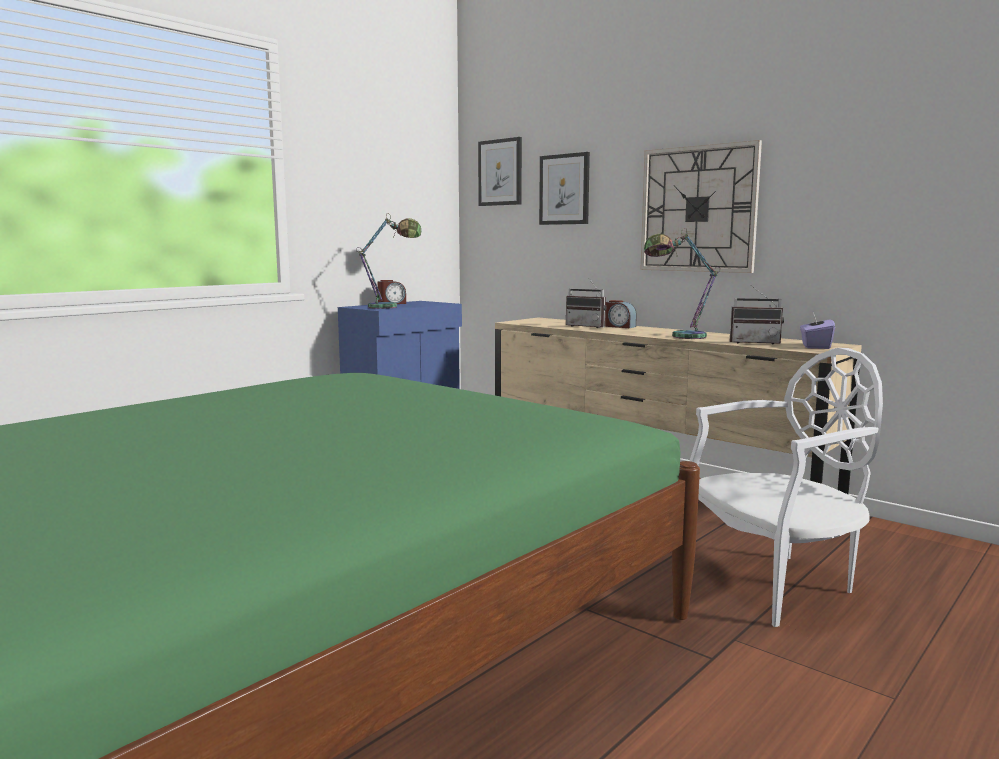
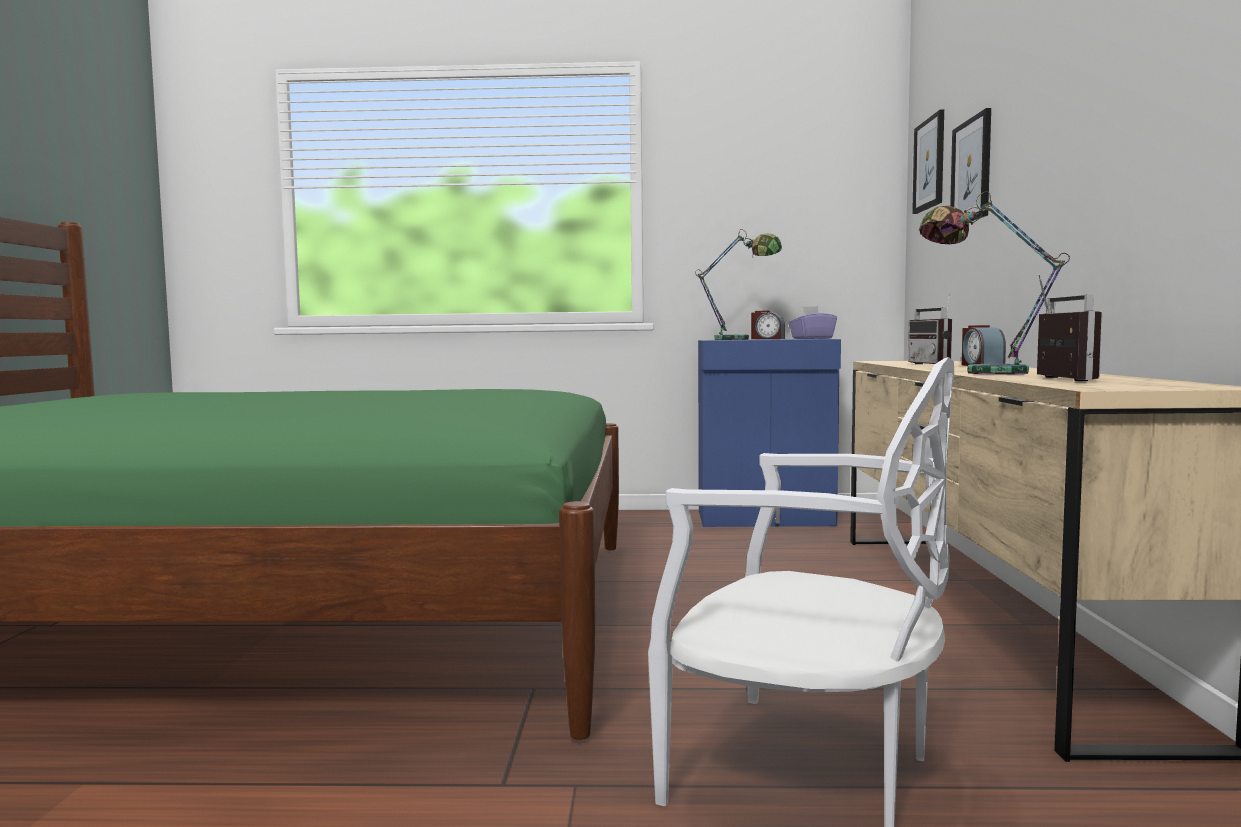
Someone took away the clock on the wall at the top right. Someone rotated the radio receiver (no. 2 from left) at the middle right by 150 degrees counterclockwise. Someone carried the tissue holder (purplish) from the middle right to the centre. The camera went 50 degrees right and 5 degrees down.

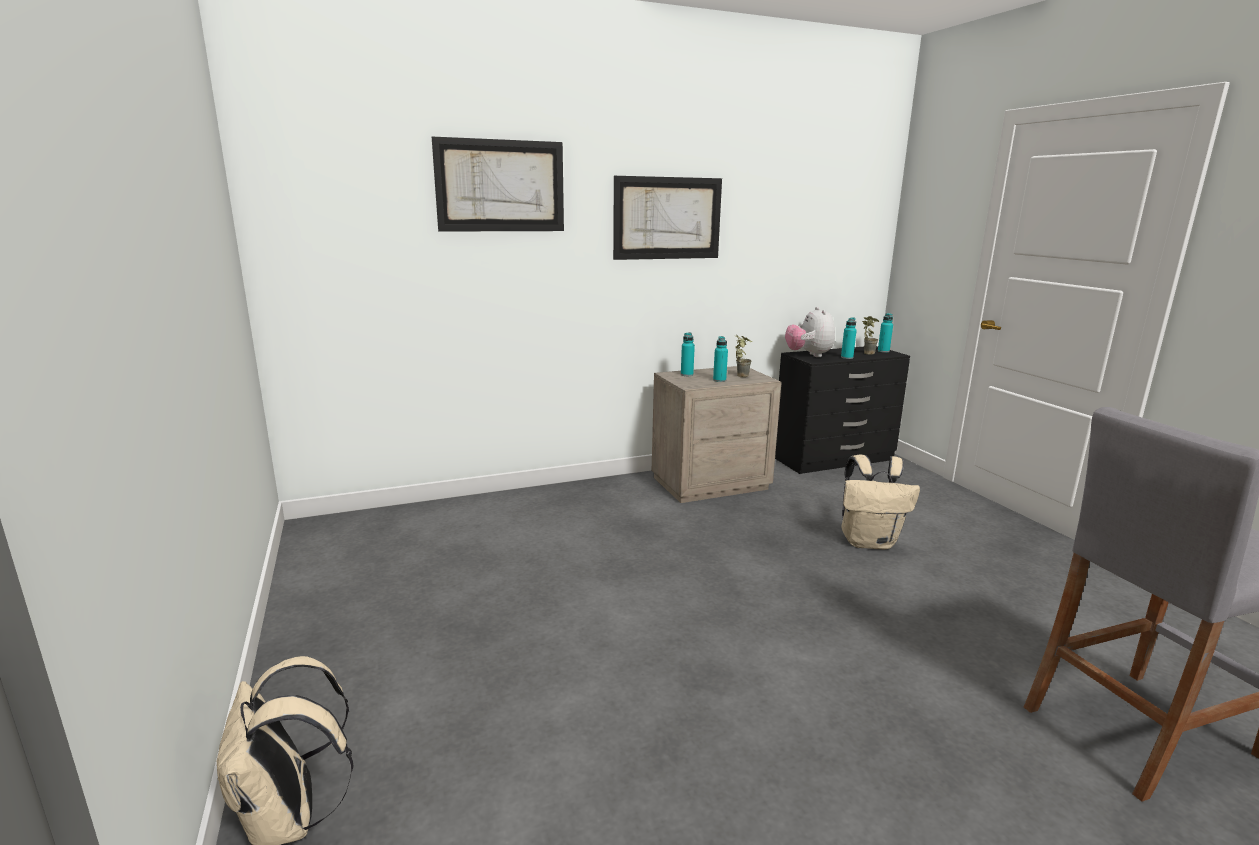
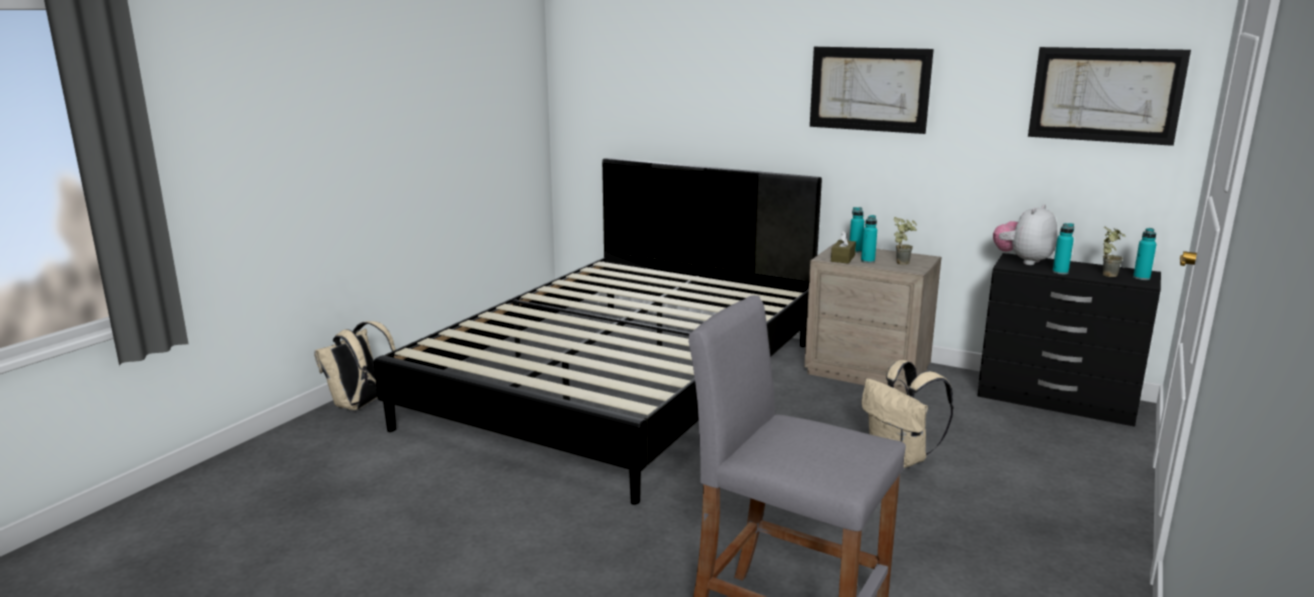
Someone carried the wall picture (no. 1 from left in the first image) from the top centre to the top right. Someone put down the bed (black-coloured) at the centre. Someone put down the tissue holder (brownish) at the centre. The camera went 50 degrees right and 0 degrees up.

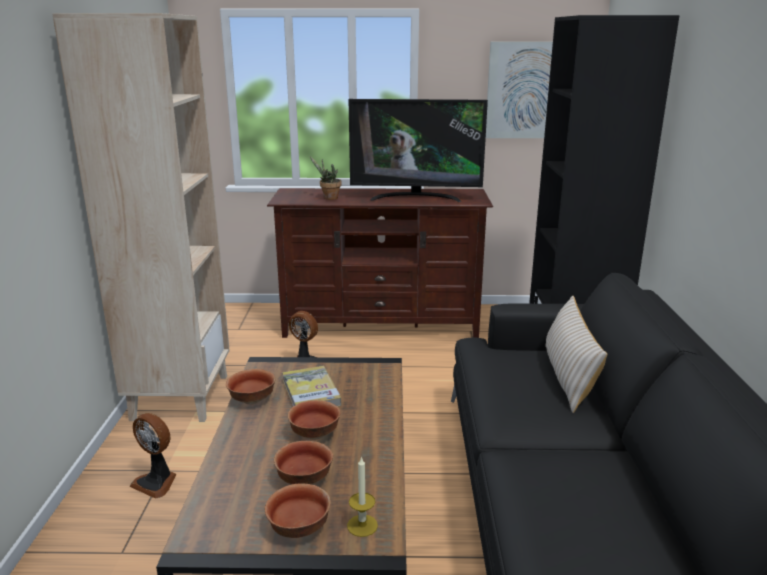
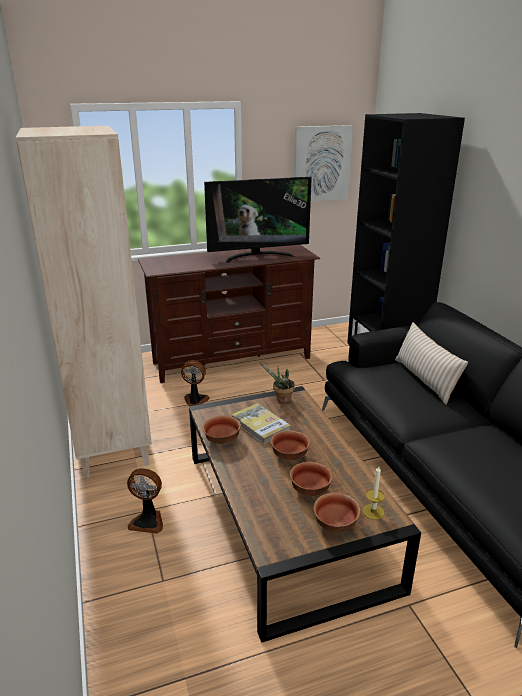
Someone carried the plant in a pot from the top centre to the centre. The camera went 20 degrees left and 5 degrees up.

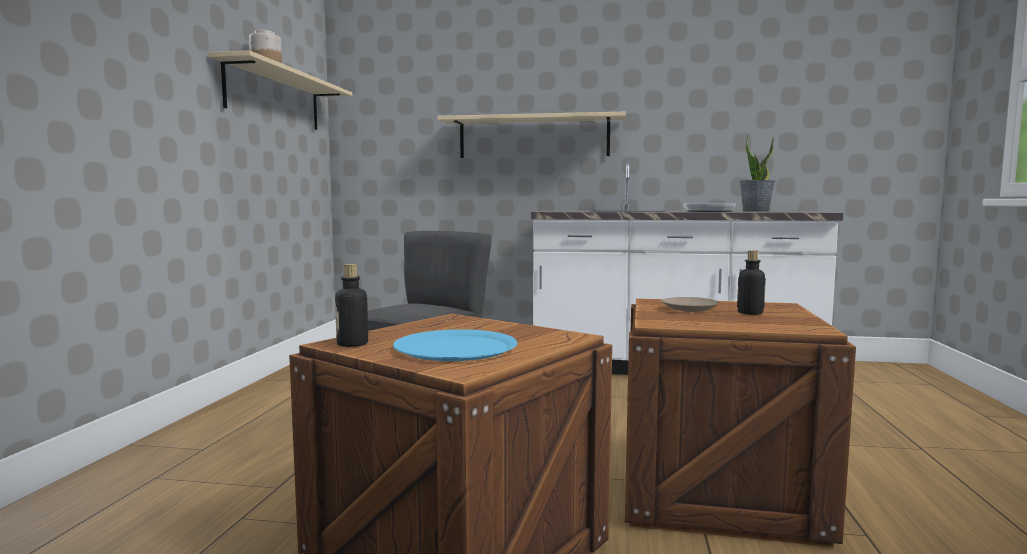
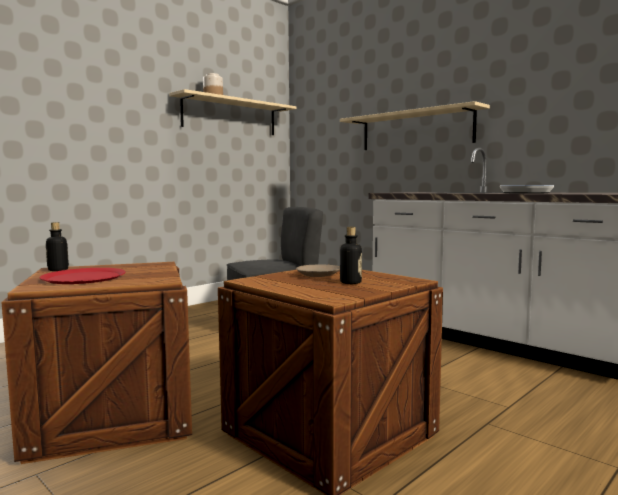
Someone repainted the flat dish (bluish) at the centre, which became the flat dish (red) at the middle left. Someone took away the plant in a pot at the top right. The camera went 35 degrees right and 0 degrees up.

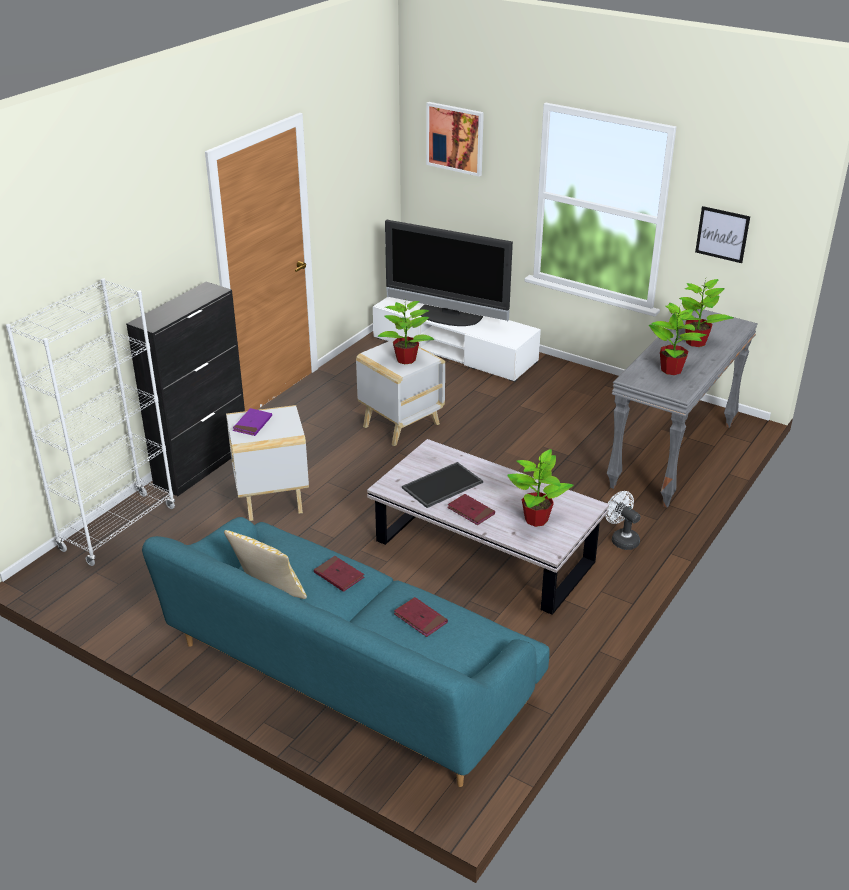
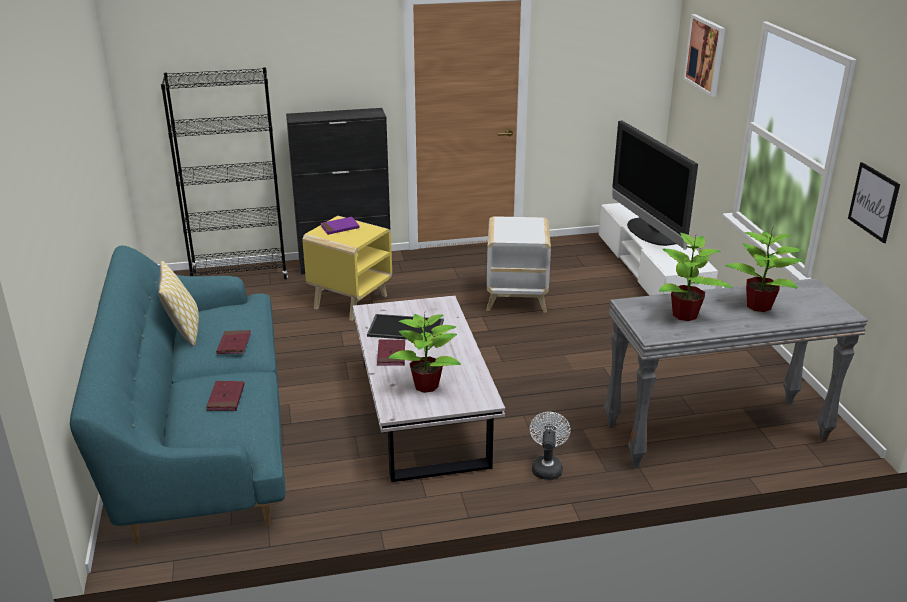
Someone repainted the bookcase (white) at the middle left, which became the bookcase (black-coloured) at the top left. Someone repainted the end table (white) (no. 1 from left) at the middle left, which became the end table (yellow) at the centre. Someone took away the plant in a pot (no. 1 from left) at the centre. The camera went 45 degrees right and 5 degrees down.

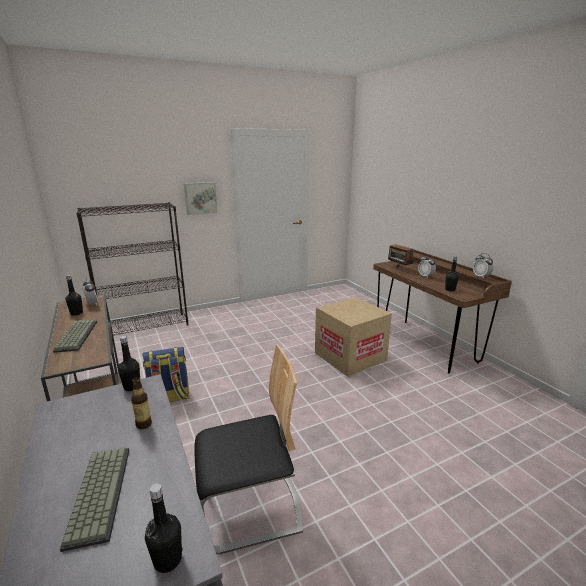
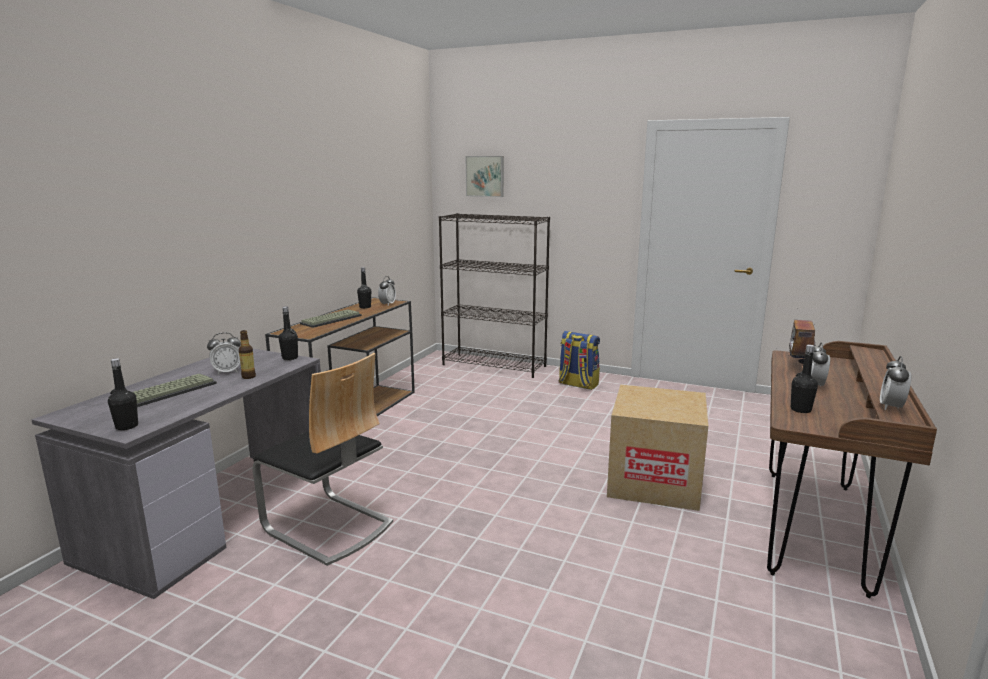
Someone carried the knapsack from the middle left to the centre. Someone carried the wall picture from the centre to the top centre. Someone put down the table clock (no. 1 from left) at the middle left. The camera went 50 degrees right and 5 degrees down.

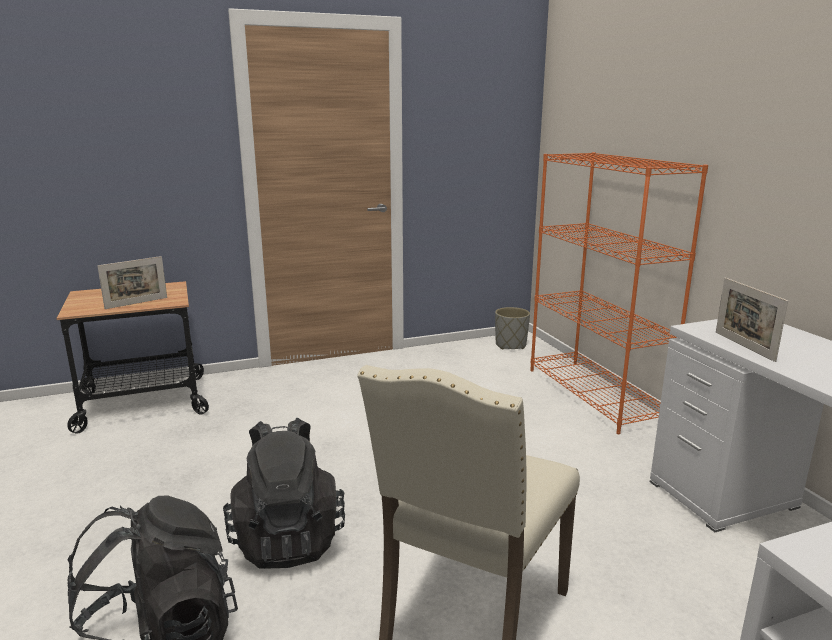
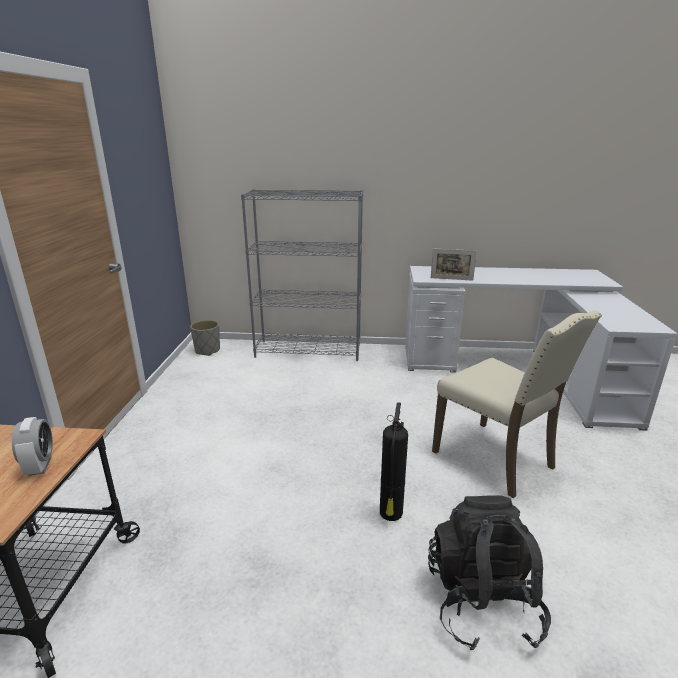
Someone swapped the picture frame (no. 1 from left) at the middle left for the table clock at the middle left. Someone swapped the knapsack (black-coloured) (no. 2 from left) at the bottom centre for the extinguisher at the bottom centre. Someone repainted the bookcase (orangey) at the middle right, which became the bookcase (grey) at the centre. The camera went 65 degrees left and 5 degrees up.

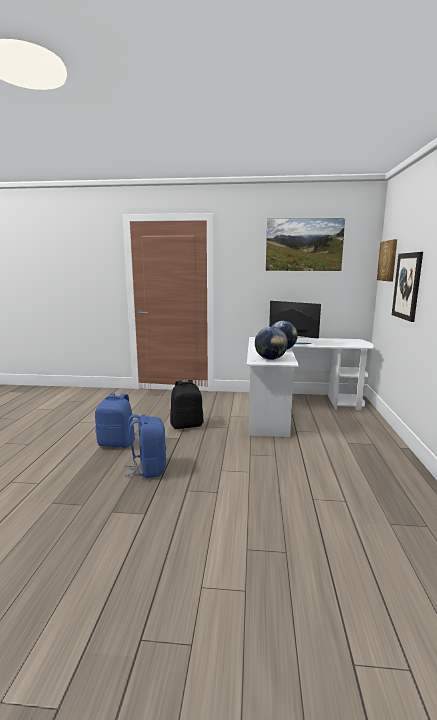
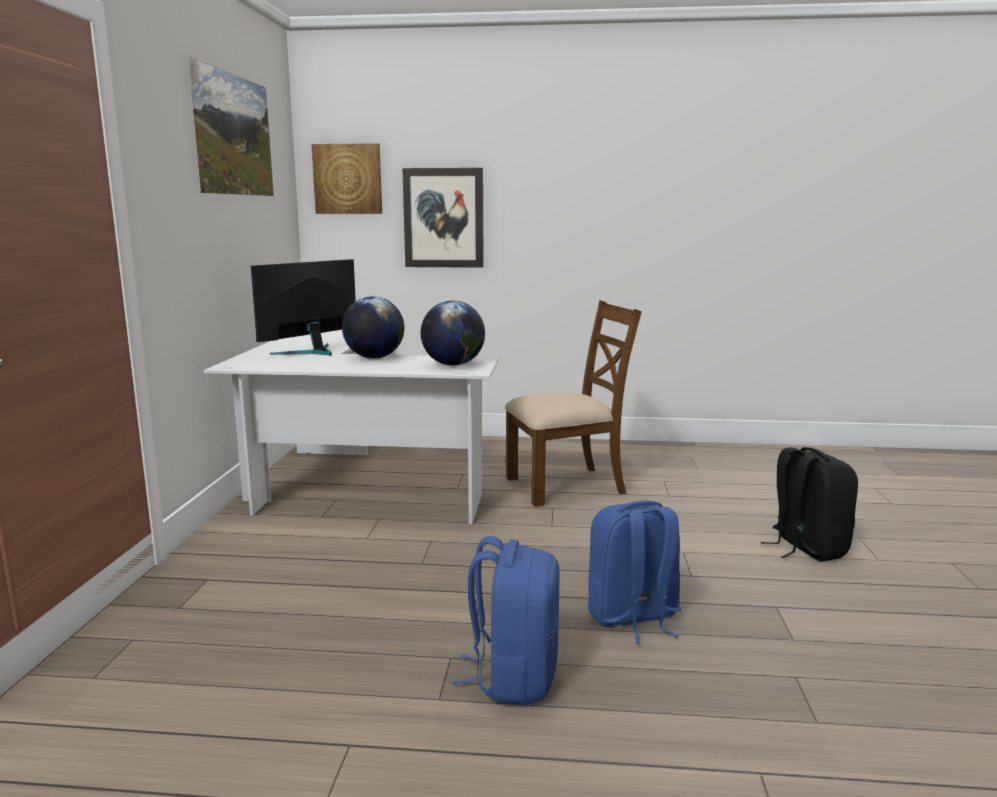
Someone carried the knapsack (black-coloured) from the centre to the middle right. Someone put down the chair (brownish) at the centre. The camera went 90 degrees left and 0 degrees up.

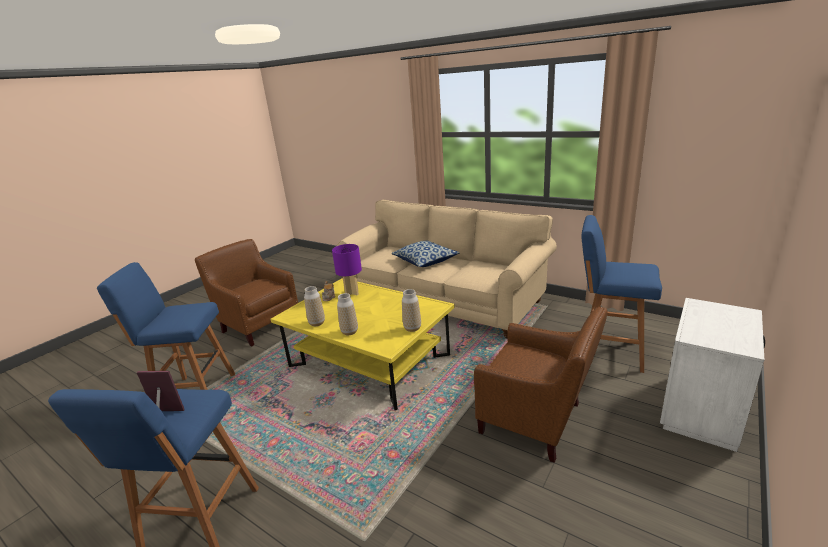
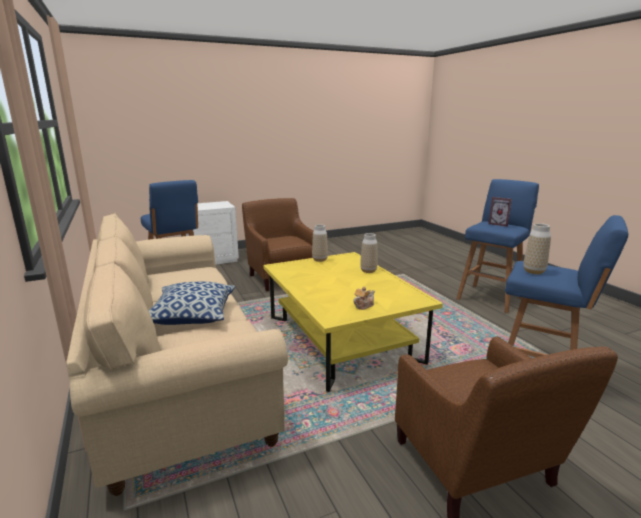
Someone carried the flower vase (no. 1 from left in the first image) from the centre to the middle right. Someone took away the tabletop lamp (purplish) at the centre. The camera went 150 degrees left and 5 degrees down.

